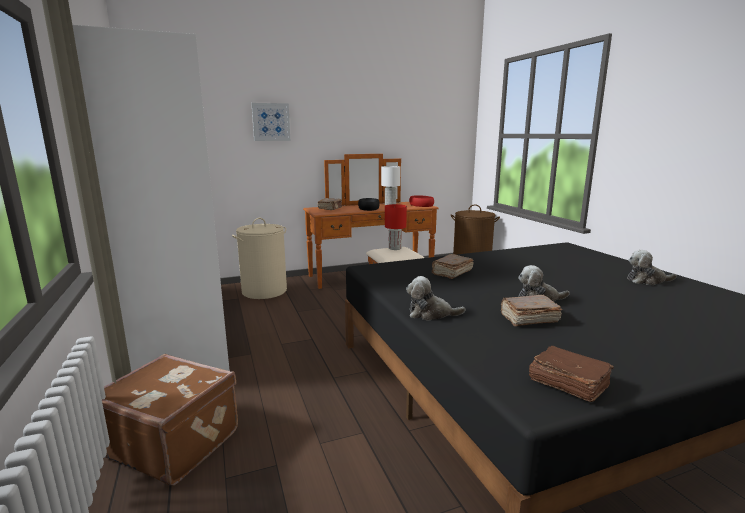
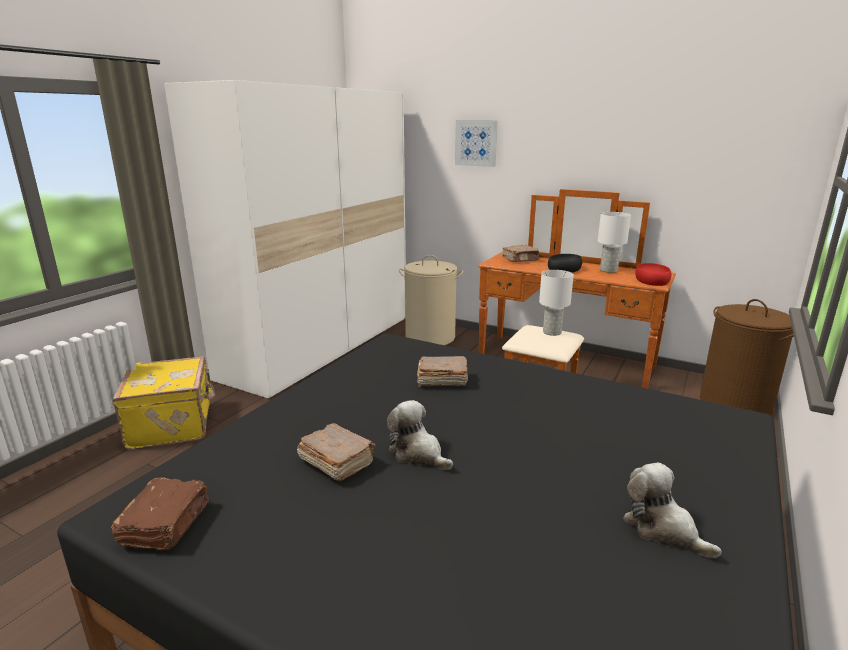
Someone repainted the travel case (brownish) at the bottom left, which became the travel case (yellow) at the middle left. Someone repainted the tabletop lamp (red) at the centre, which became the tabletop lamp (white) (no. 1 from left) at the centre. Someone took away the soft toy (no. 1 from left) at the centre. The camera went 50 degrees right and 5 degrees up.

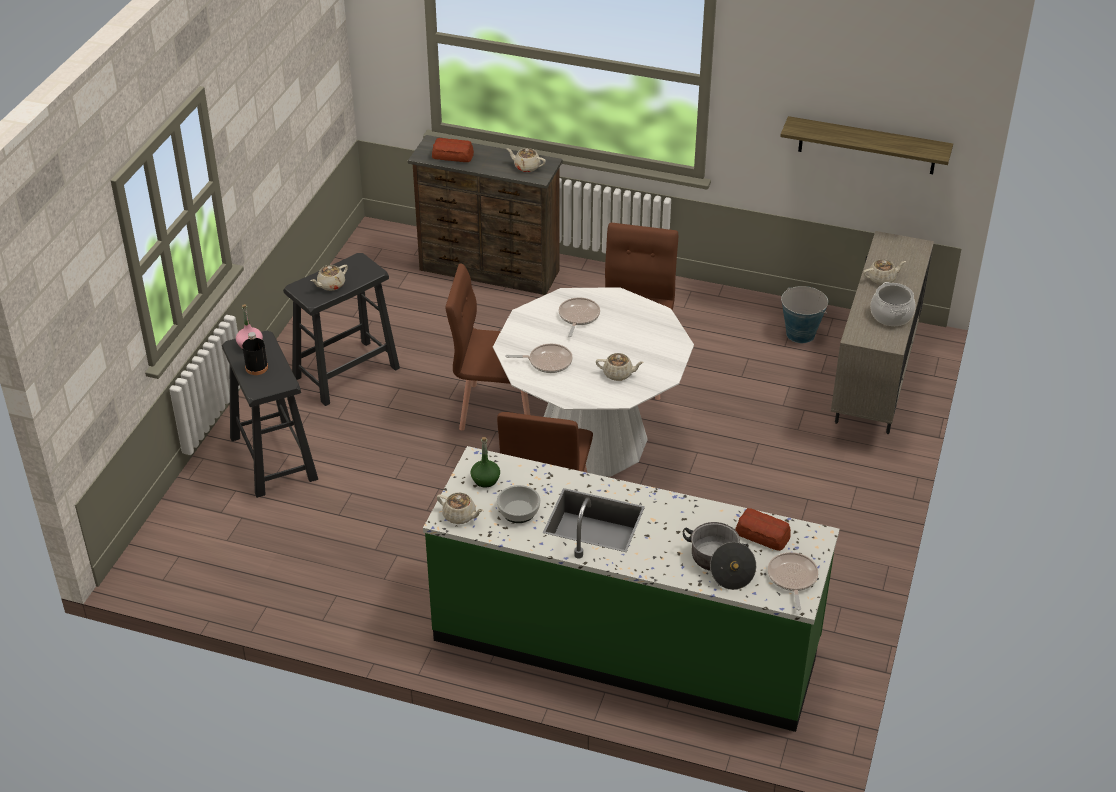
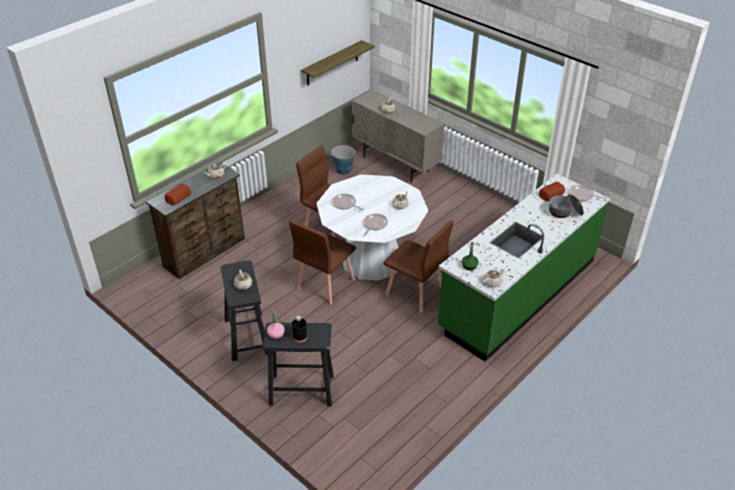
Someone took away the deep dish at the centre. Someone took away the stockpot (no. 2 from left) at the middle right. The camera went 65 degrees left and 0 degrees up.

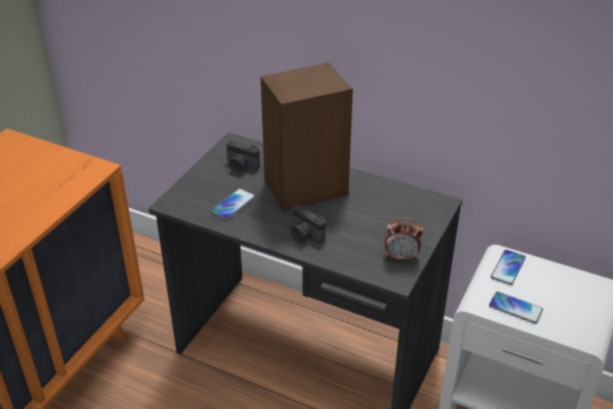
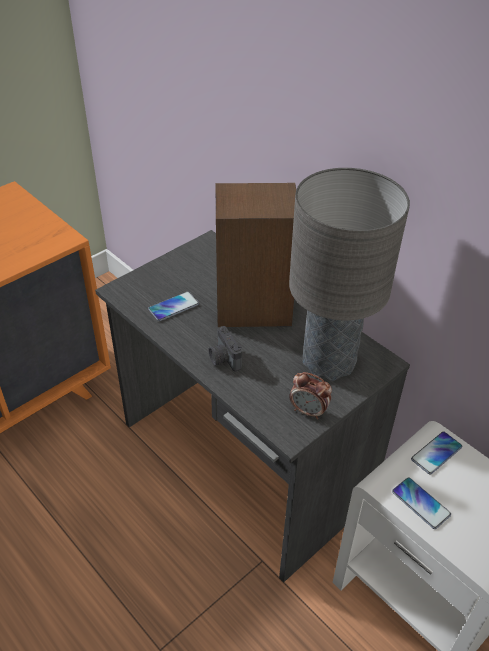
Someone took away the photo camera (no. 1 from left) at the centre. Someone put down the tabletop lamp (grey) at the middle right. The camera went 20 degrees right and 5 degrees up.

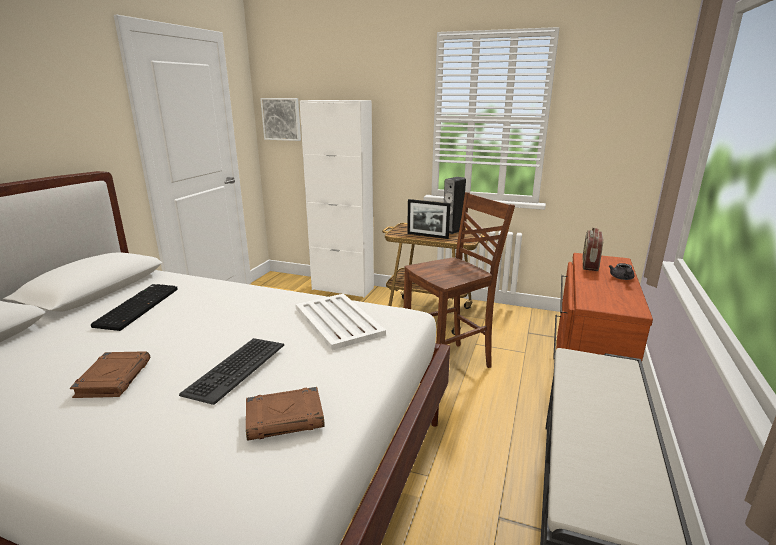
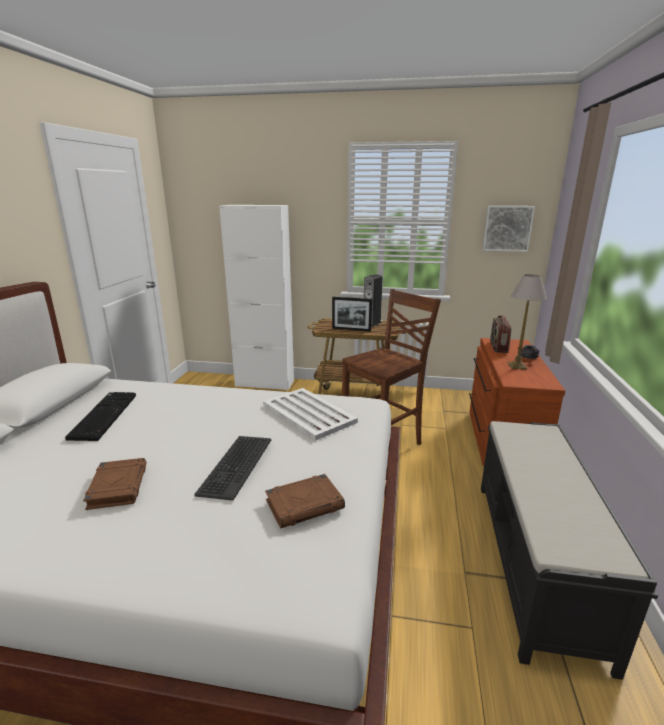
Someone carried the wall picture from the top centre to the top right. Someone put down the tabletop lamp at the middle right. The camera went 10 degrees left and 0 degrees up.

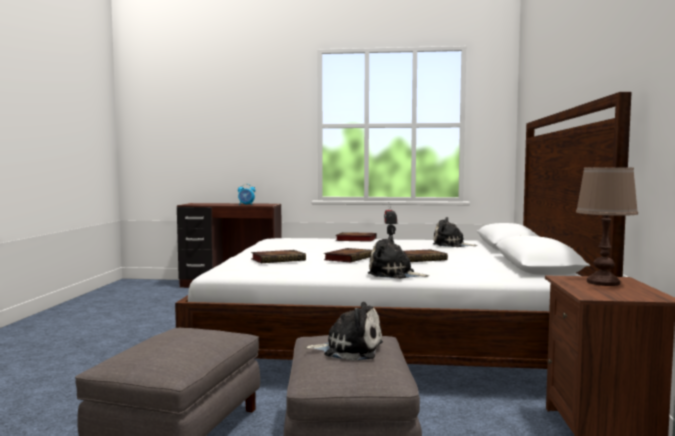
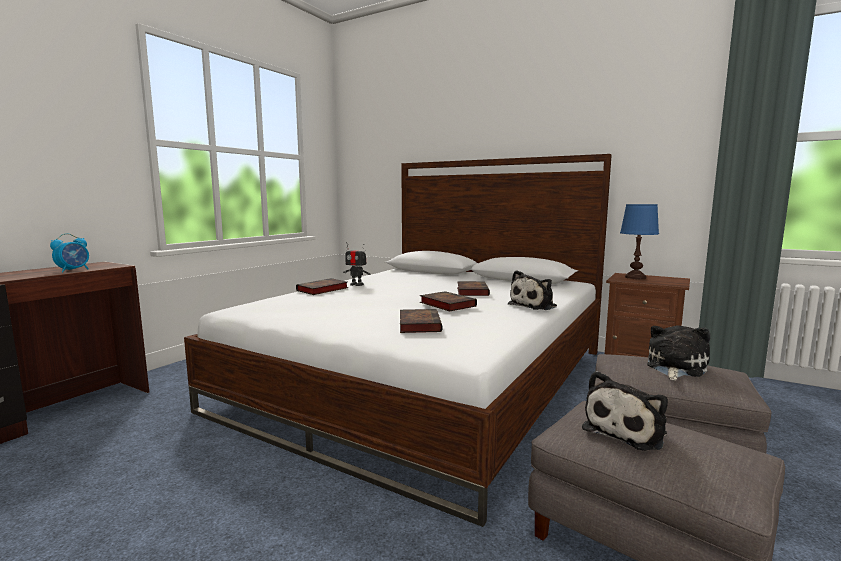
Someone carried the soft toy (no. 3 from left in the first image) from the middle right to the bottom right. Someone repainted the tabletop lamp (brownish) at the middle right, which became the tabletop lamp (bluish) at the middle right. The camera went 65 degrees left and 5 degrees up.

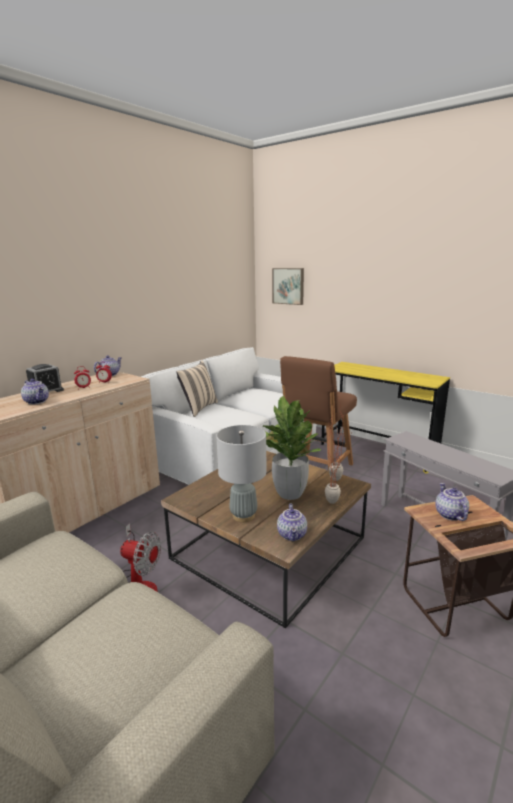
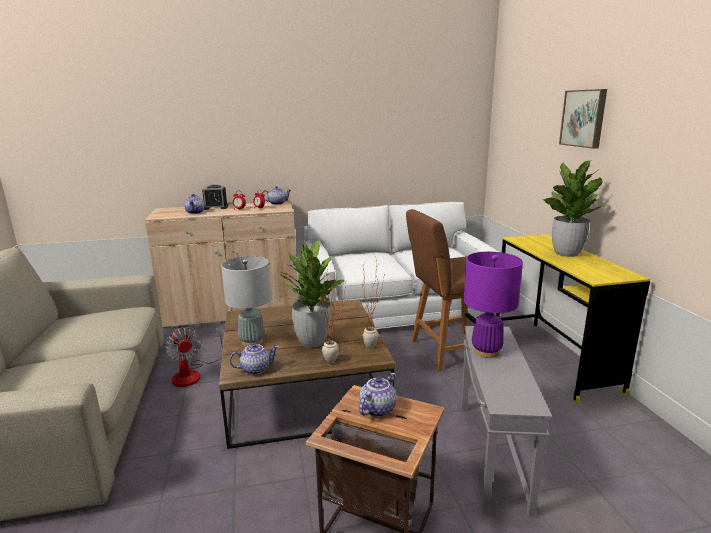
Someone took away the cushion (beige) at the centre. Someone carried the wall picture from the centre to the top right. Someone rotated the pot for tea (no. 3 from left in the first image) at the centre by 150 degrees counterclockwise. Someone put down the tabletop lamp (purplish) at the middle right. Someone put down the plant in a pot (no. 4 from left) at the middle right. The camera went 40 degrees right and 0 degrees up.

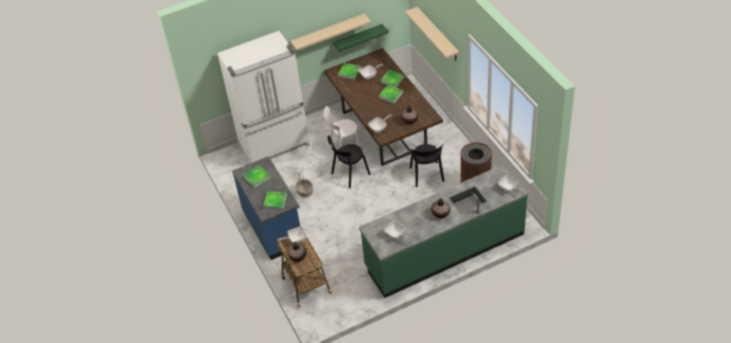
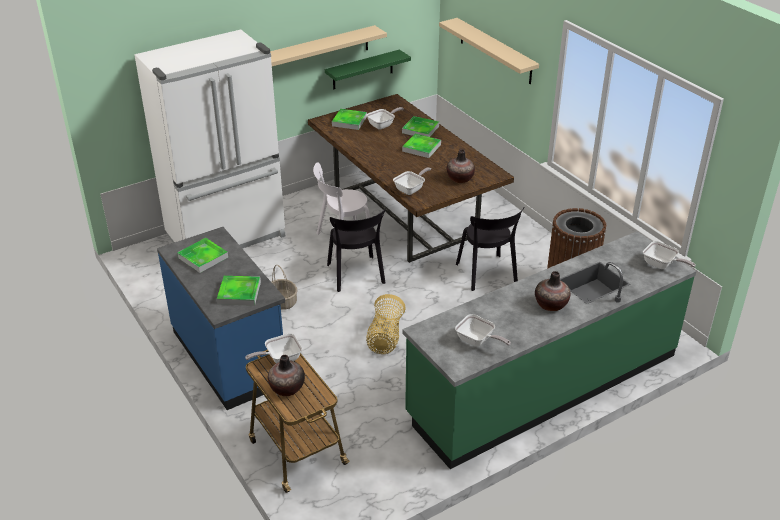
Someone rotated the chair (black-coloured) (no. 1 from left) at the centre by 60 degrees counterclockwise. Someone put down the household basket (no. 2 from left) at the centre. The camera went 10 degrees left and 10 degrees down.

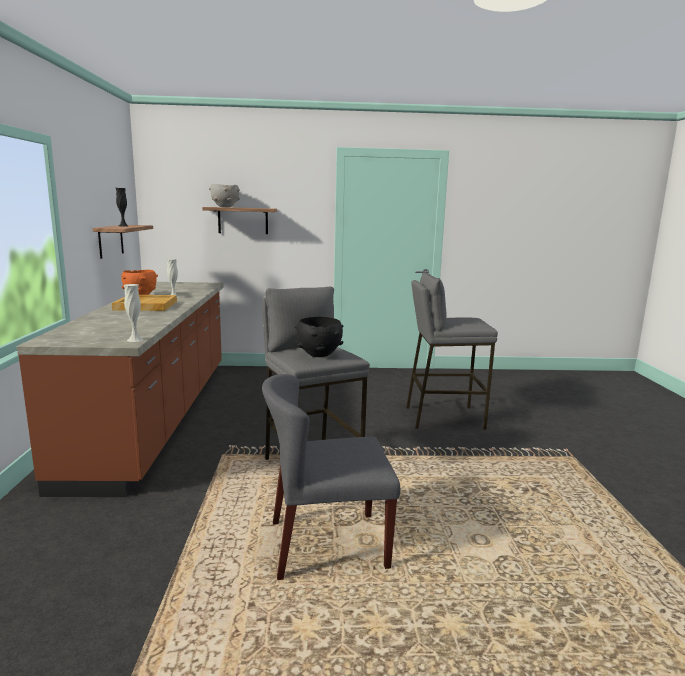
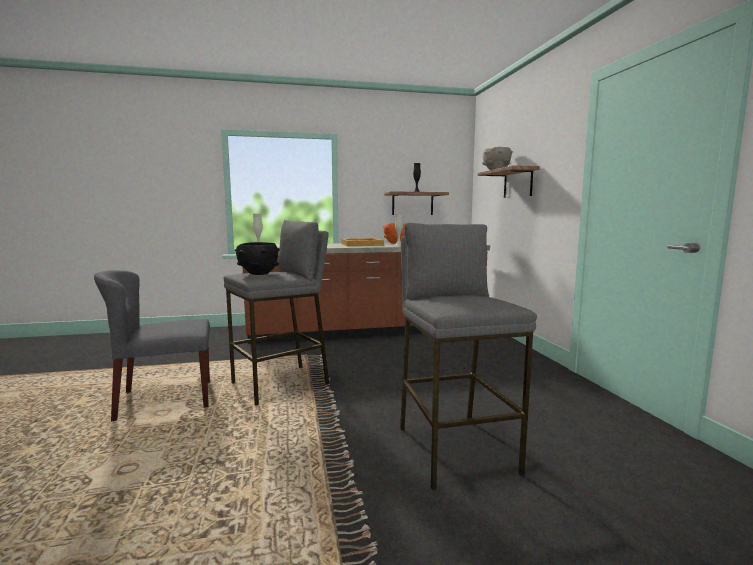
Someone rotated the chair (grey) at the bottom centre by 90 degrees counterclockwise. The camera went 80 degrees right and 5 degrees down.

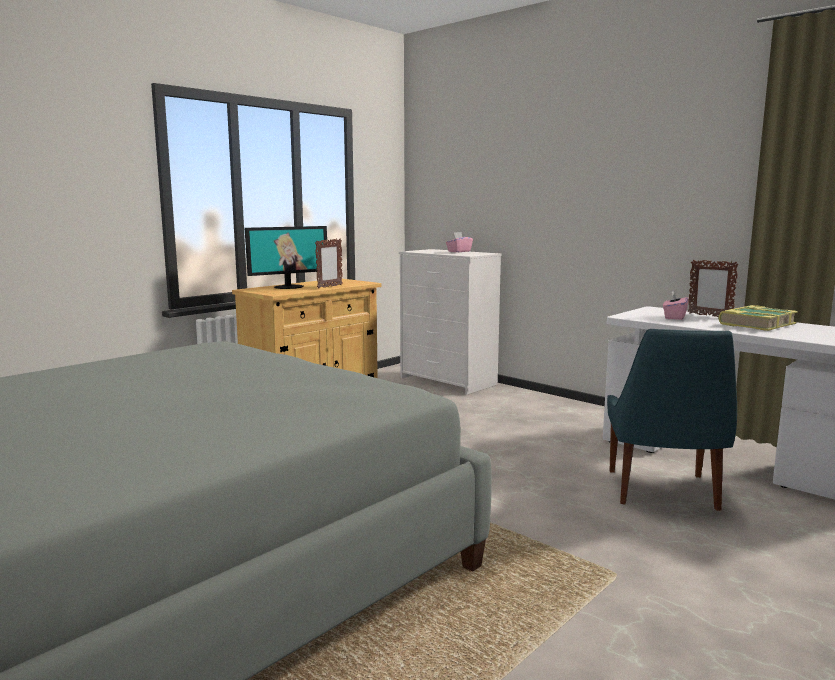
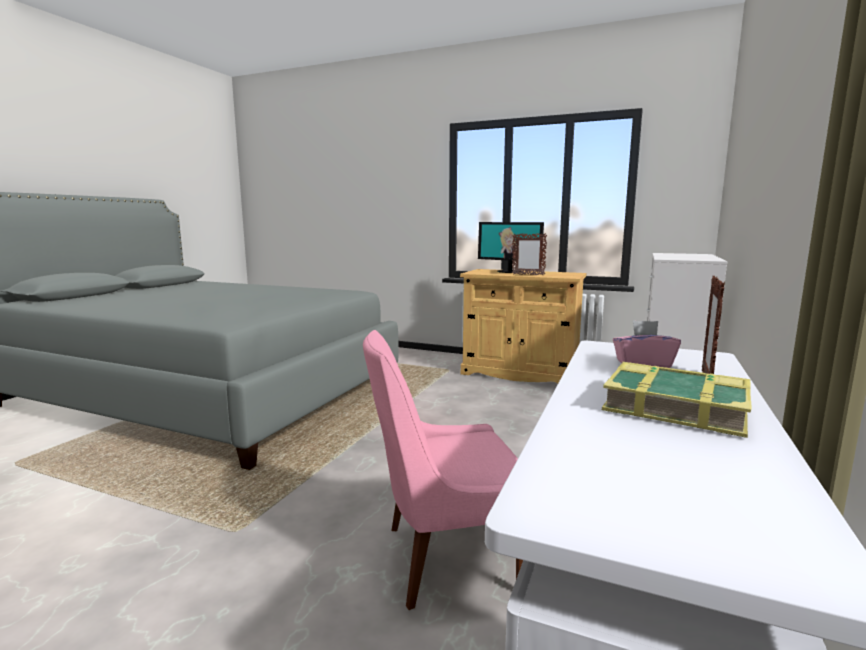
Someone took away the tissue holder (pink-coloured) (no. 1 from left) at the centre. Someone repainted the chair (bluish) at the middle right, which became the chair (pink-coloured) at the bottom centre. The camera went 70 degrees right and 0 degrees up.

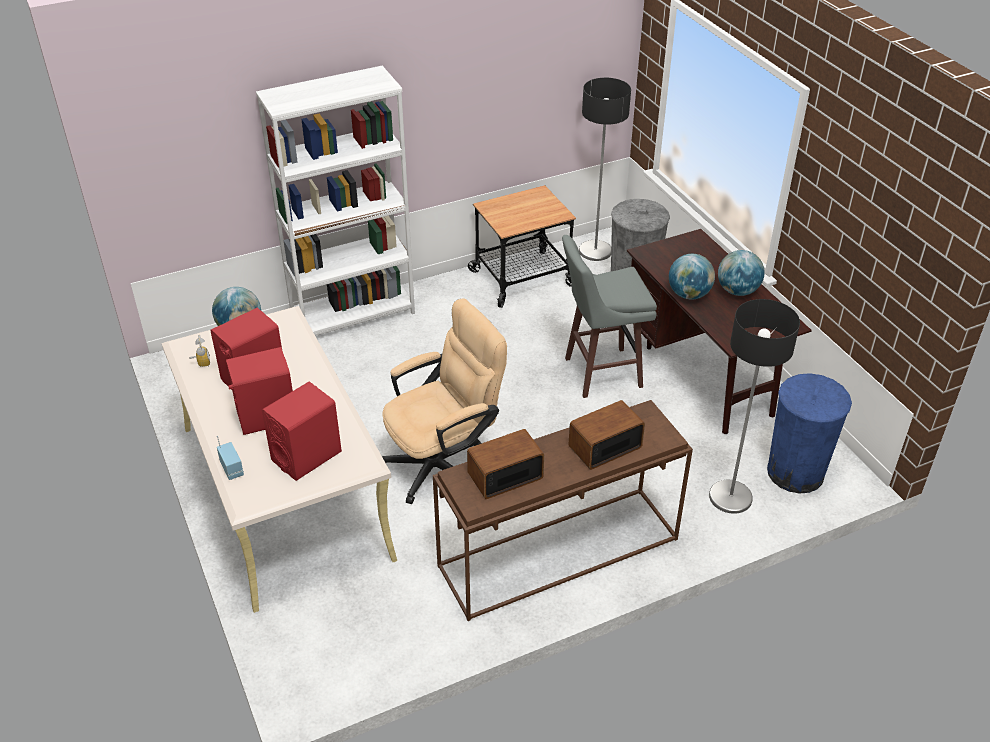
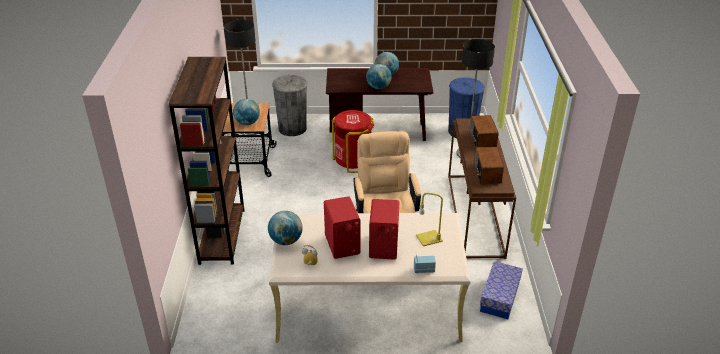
Someone repainted the bookcase (white) at the top centre, which became the bookcase (brownish) at the middle left. Someone swapped the audio speaker (red) (no. 3 from left) at the middle left for the tabletop lamp (yellow) at the centre. Someone swapped the stool (grey) at the centre for the trash can (red) at the centre. Someone put down the desk globe (no. 1 from left) at the top centre. Someone put down the storage bin at the bottom right. The camera went 65 degrees left and 5 degrees down.

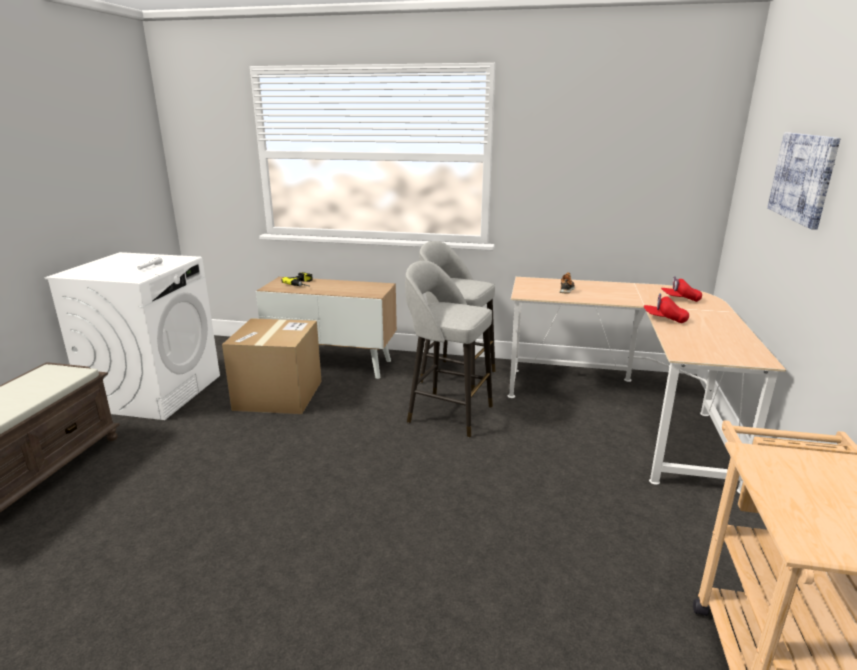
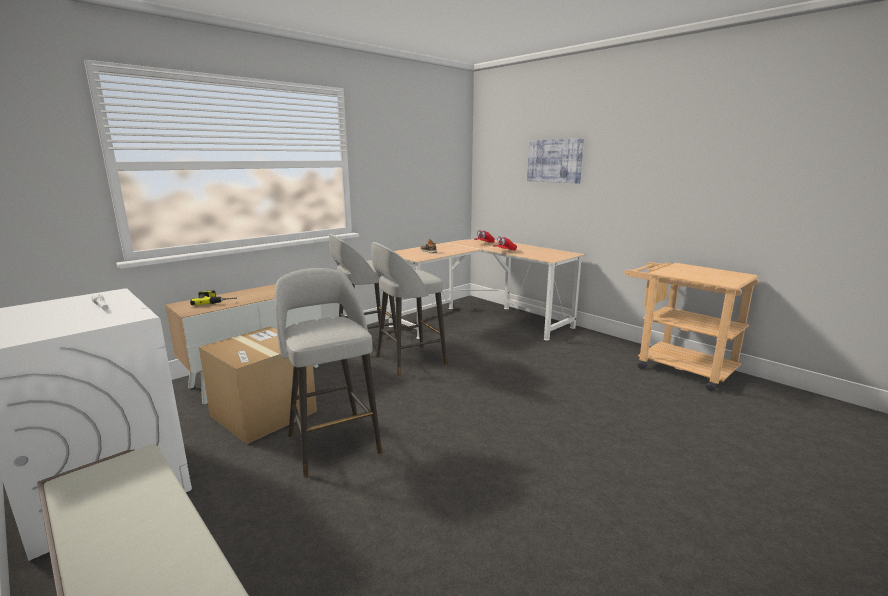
Someone put down the stool (grey) (no. 1 from left) at the centre. The camera went 55 degrees left and 5 degrees down.

